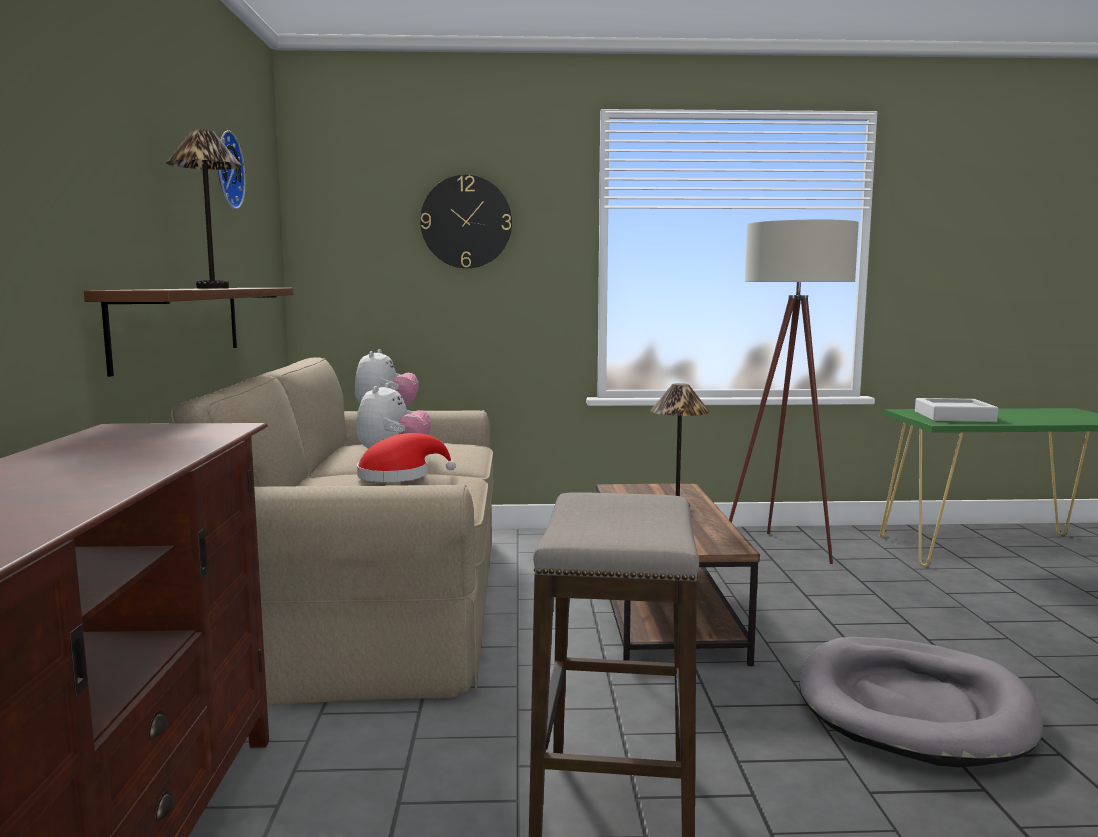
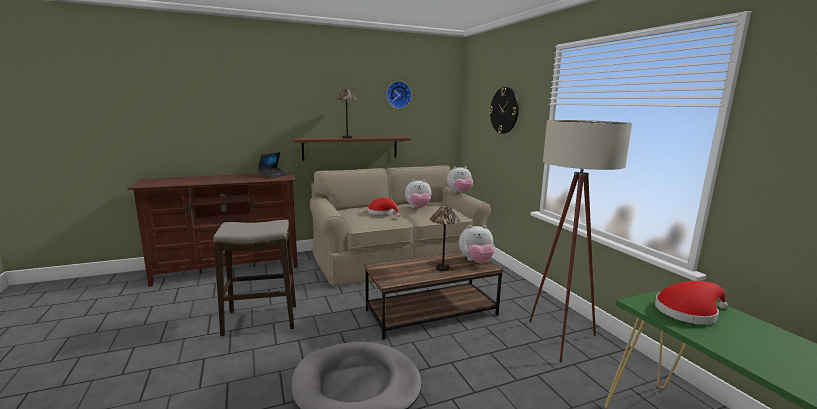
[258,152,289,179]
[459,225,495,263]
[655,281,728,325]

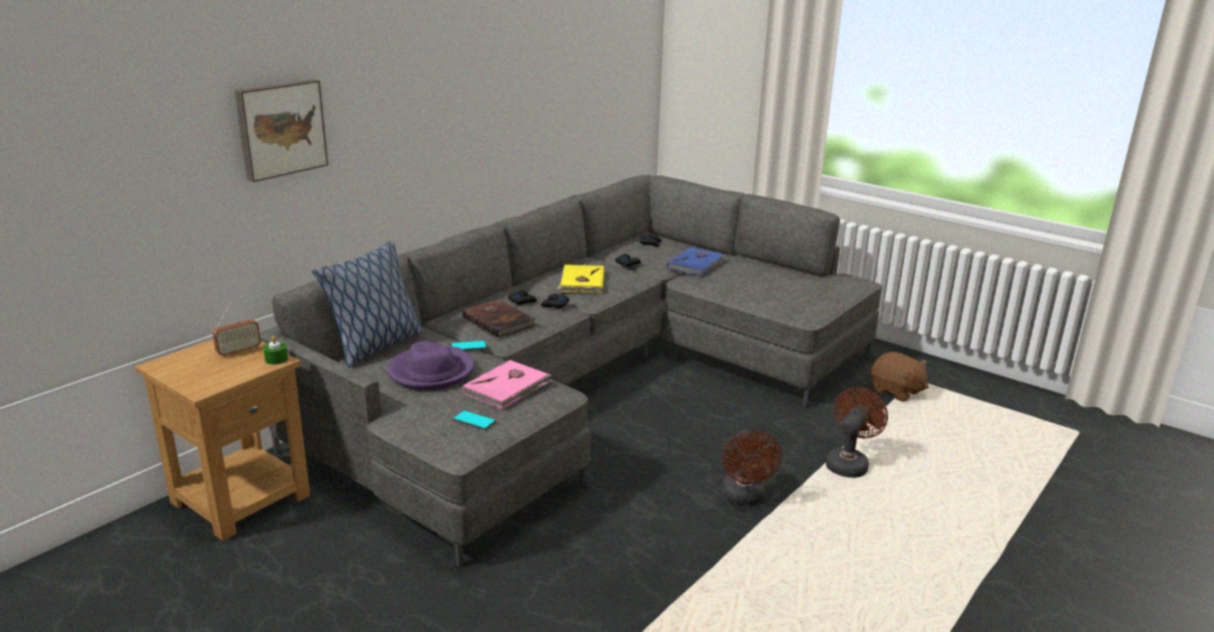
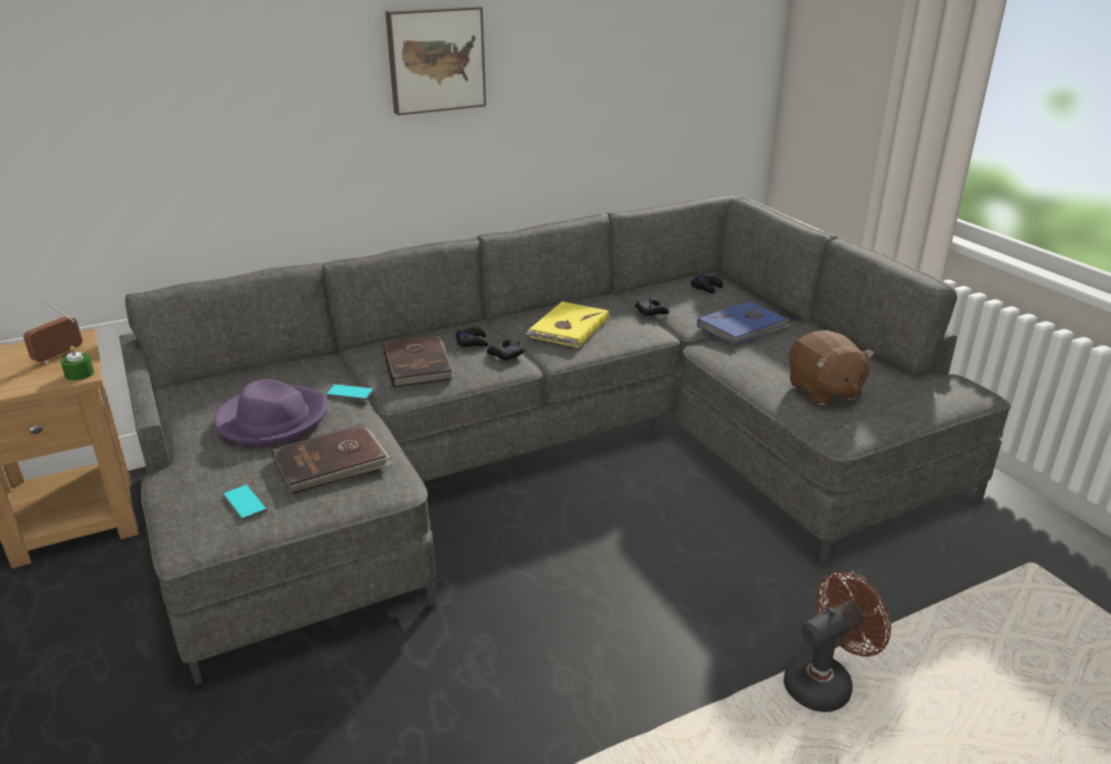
[23,302,82,364]
[272,424,390,494]
[385,6,486,115]
[789,330,874,405]
[312,241,423,368] (first image)
[722,430,782,505] (first image)

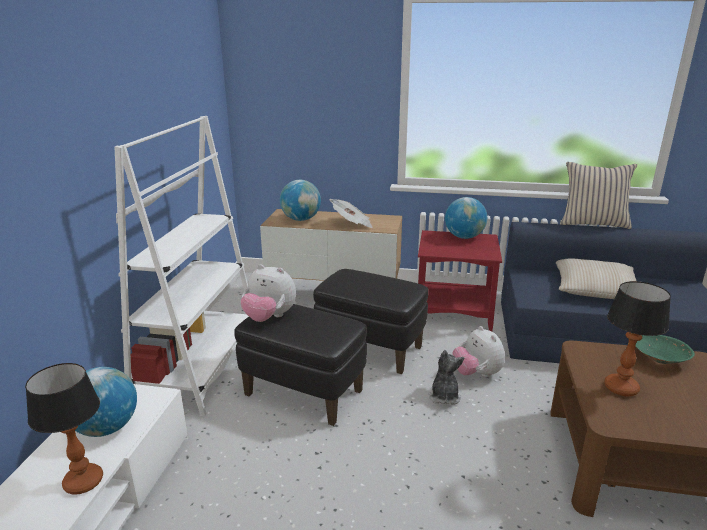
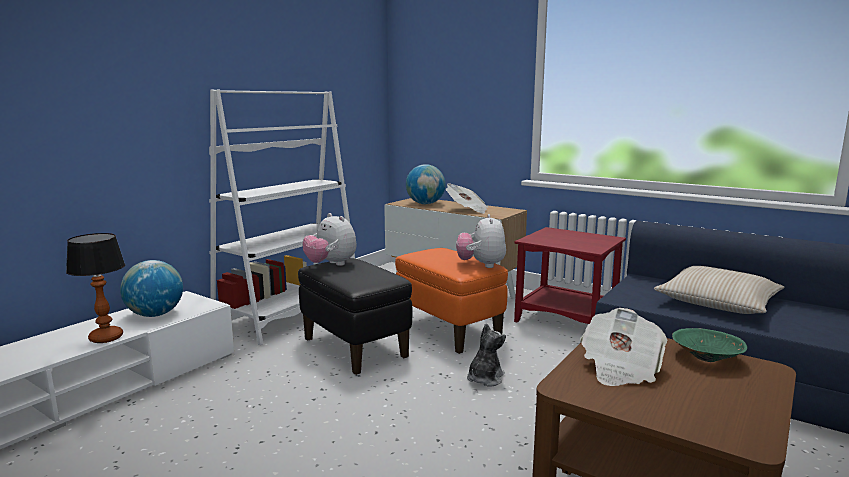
[395,248,508,354]
[456,214,506,268]
[580,308,667,386]
[445,197,487,239] (first image)
[560,162,637,229] (first image)

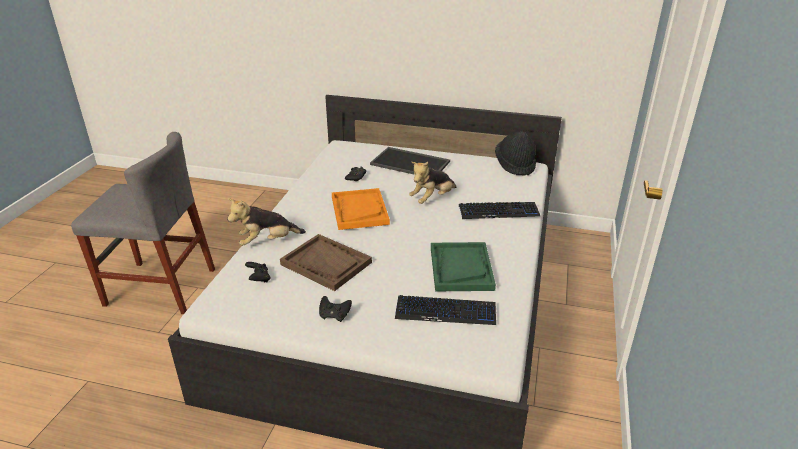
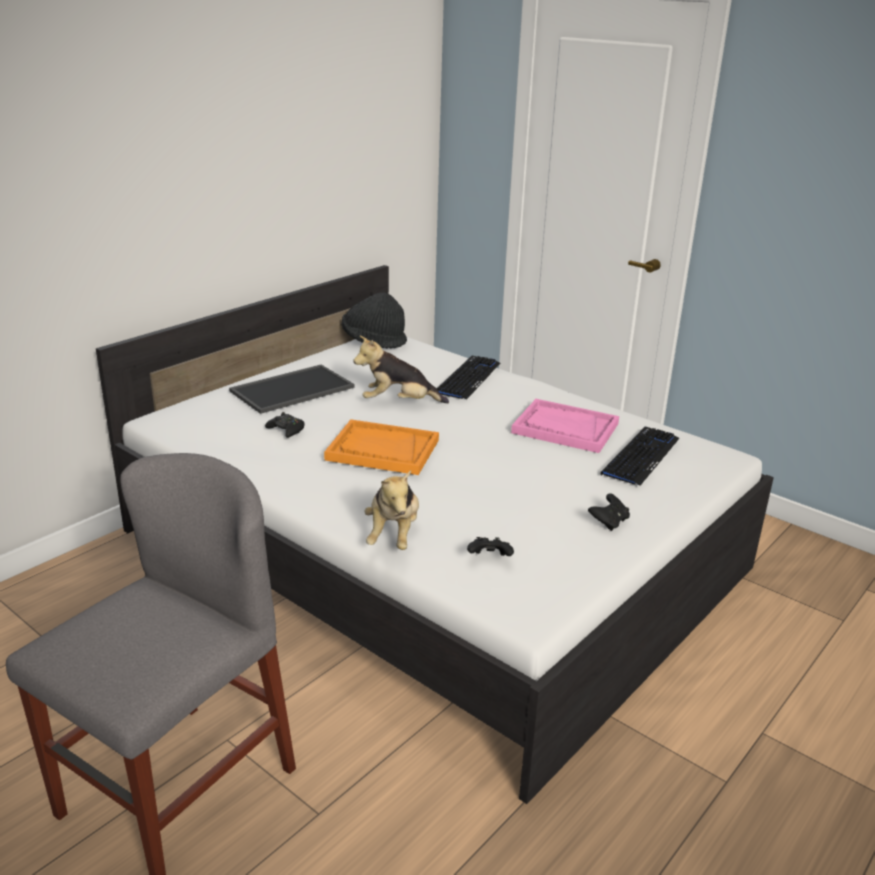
[353,336,449,403]
[511,399,619,453]
[280,234,372,291] (first image)

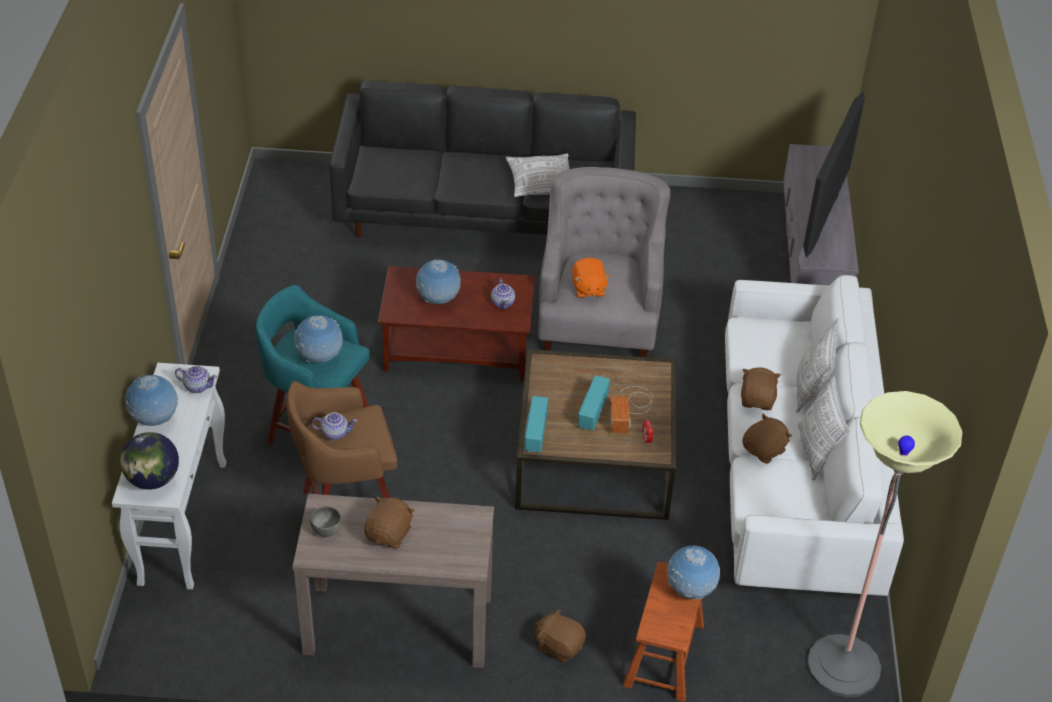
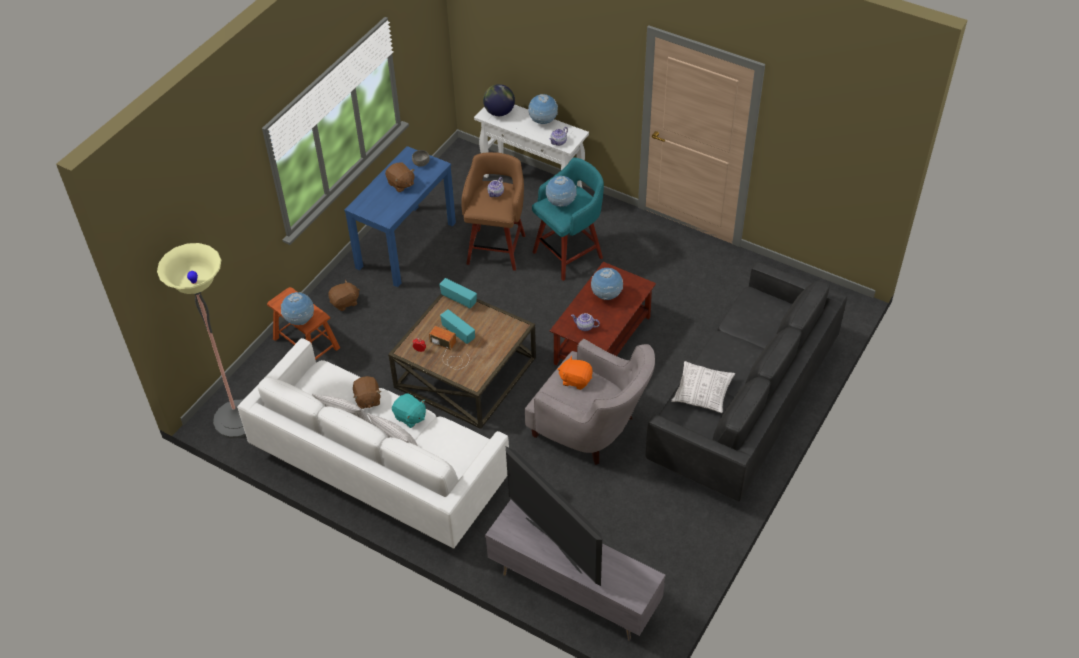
[344,146,456,287]
[392,393,426,428]

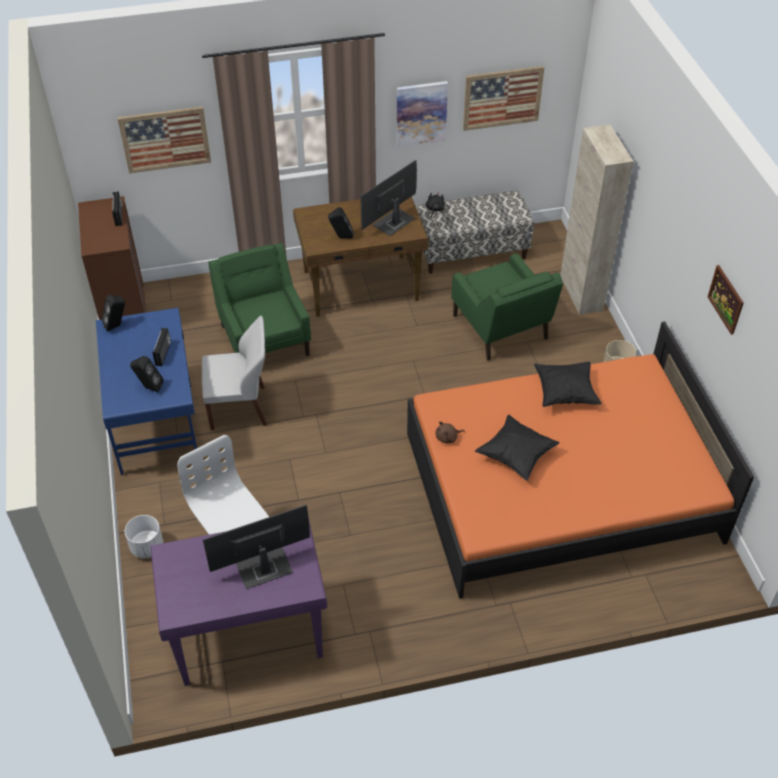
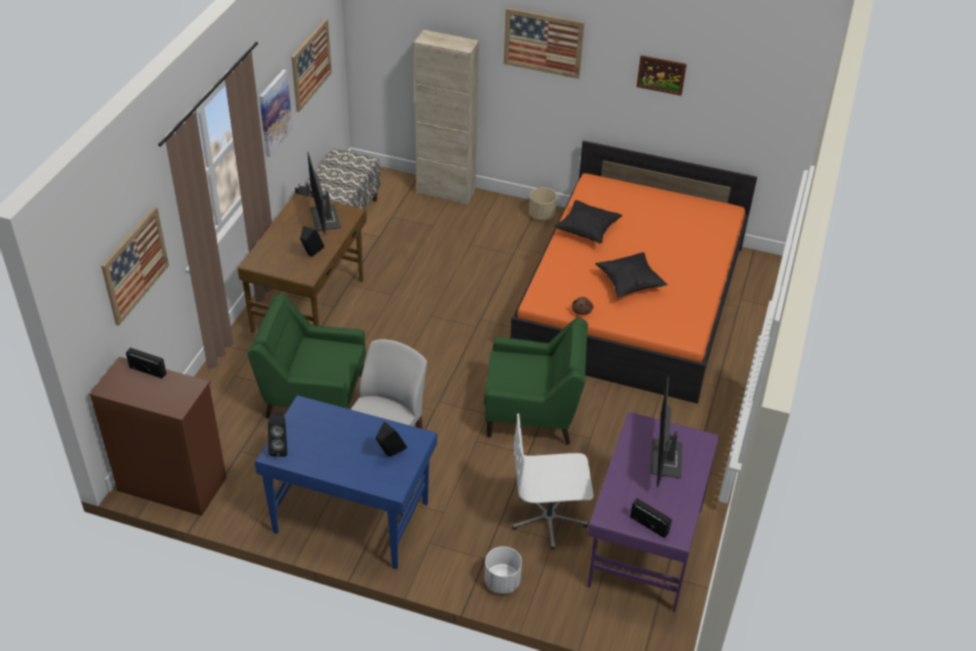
[484,318,588,444]
[504,8,585,79]
[630,498,672,538]

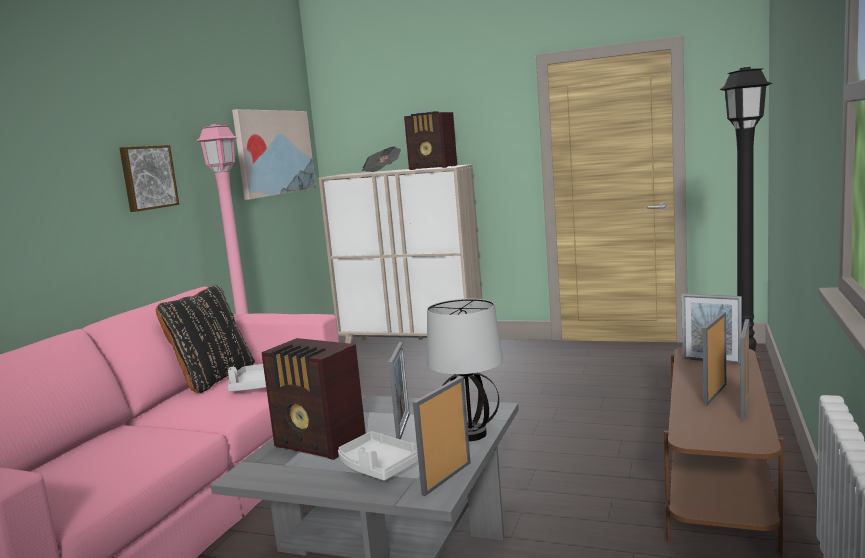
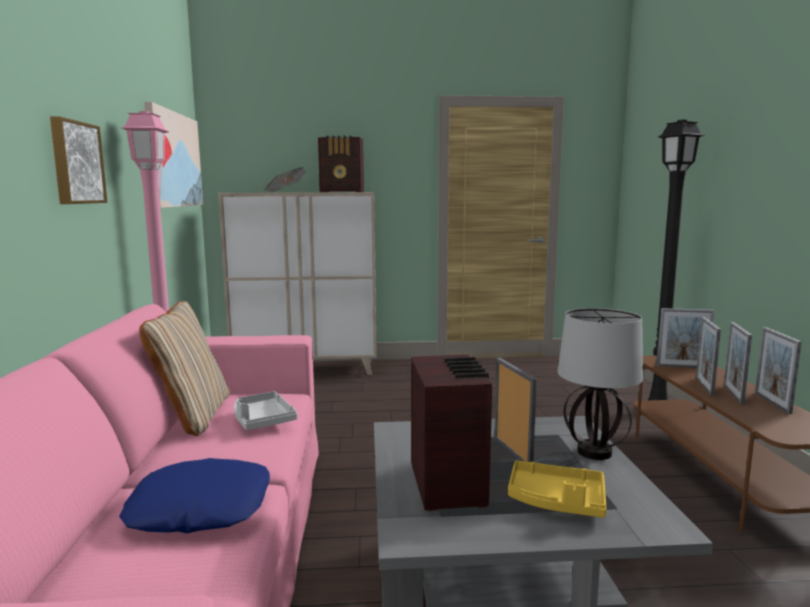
[119,458,270,533]
[139,301,230,436]
[411,355,492,511]
[508,461,607,518]
[696,317,721,396]

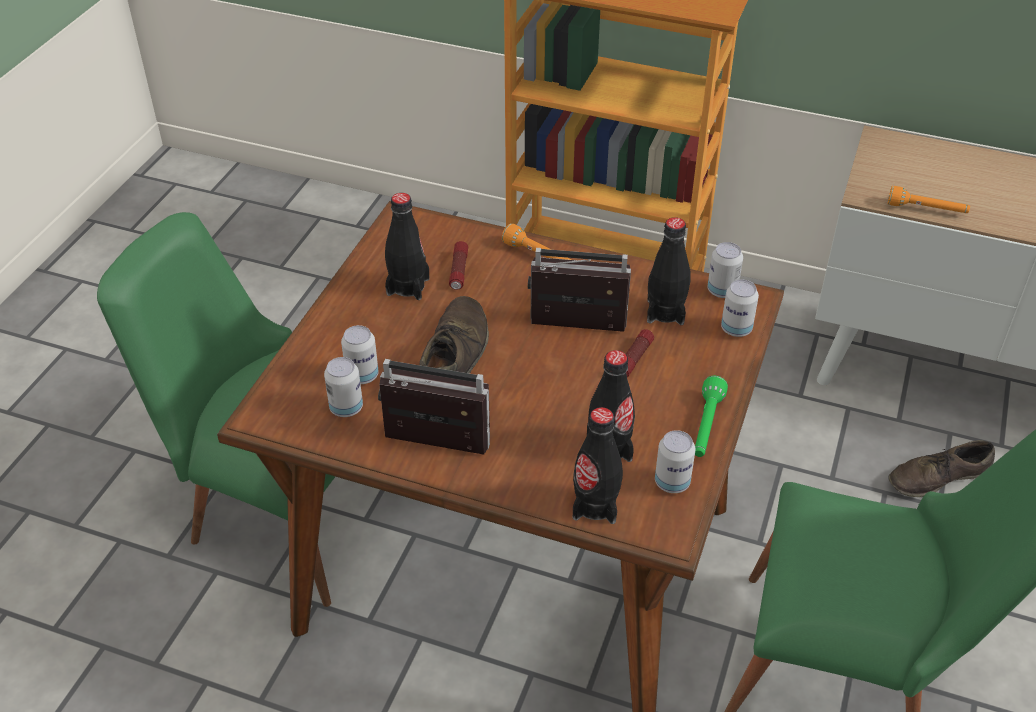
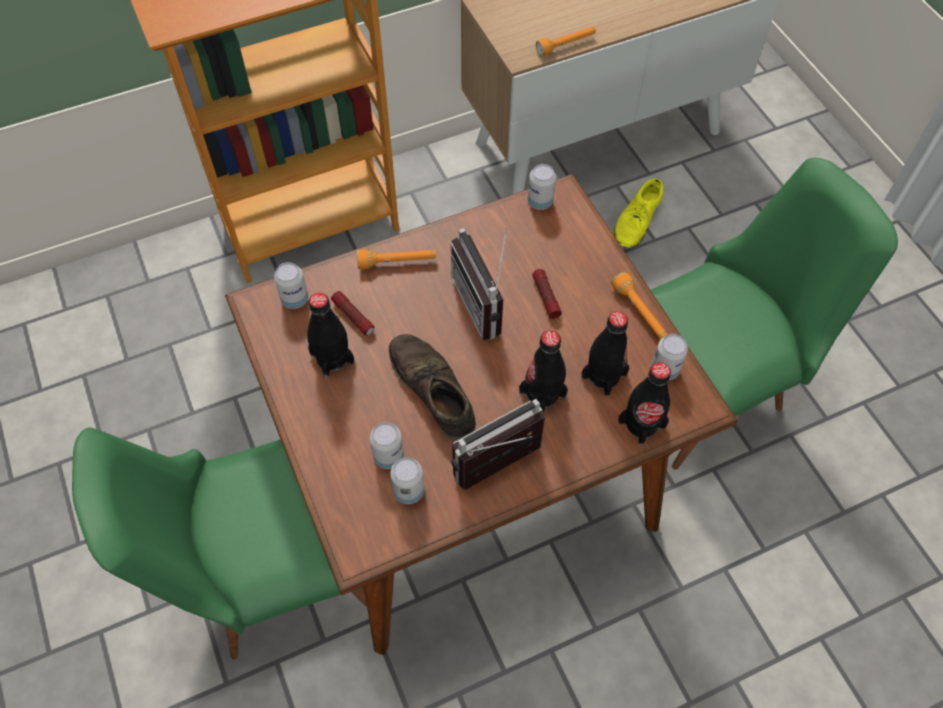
[274,262,308,309]
[451,227,507,340]
[519,330,568,413]
[611,272,667,340]
[614,178,663,248]

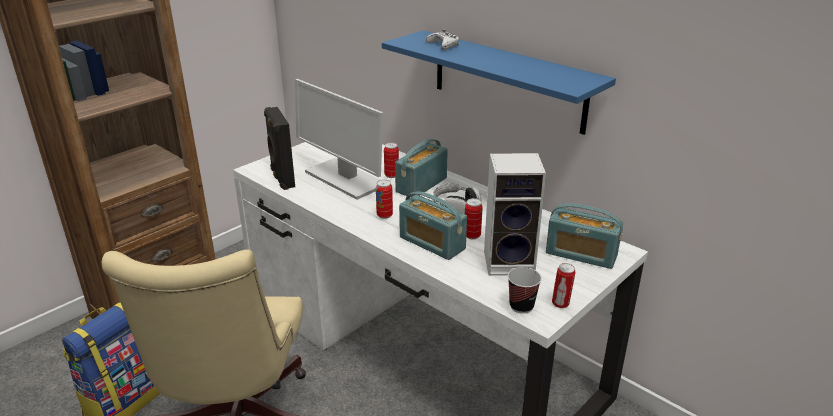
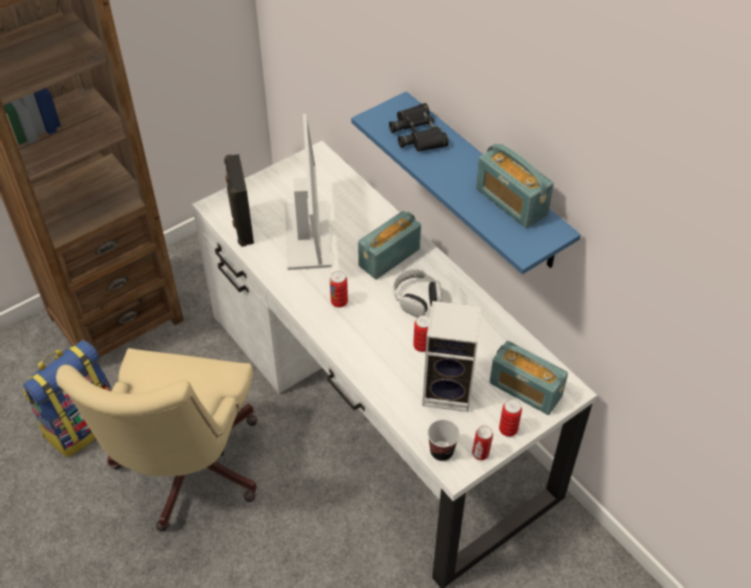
[285,114,332,270]
[389,103,449,152]
[476,144,554,228]
[499,399,522,437]

